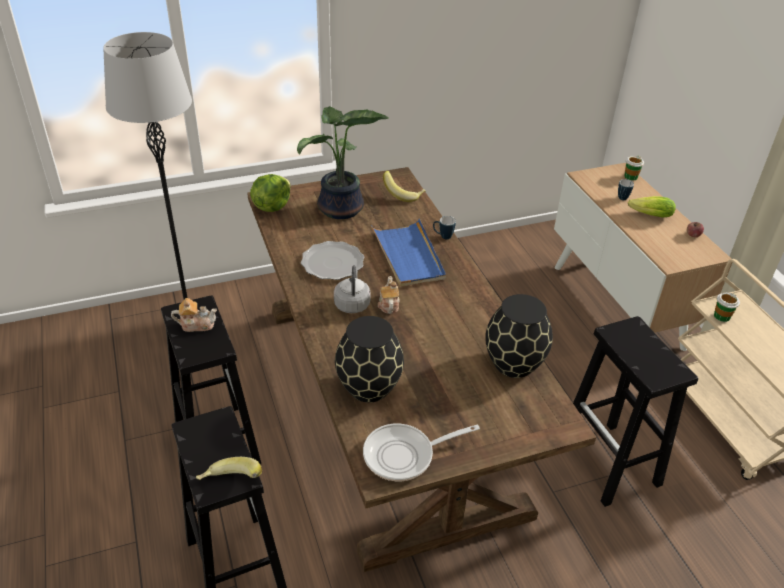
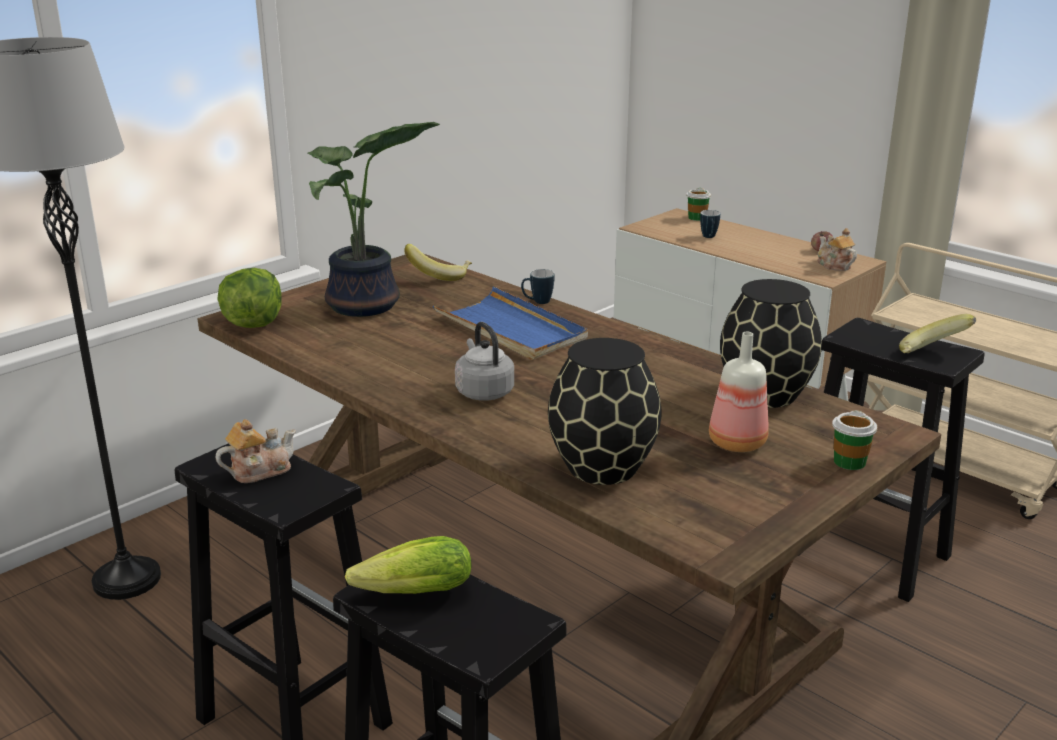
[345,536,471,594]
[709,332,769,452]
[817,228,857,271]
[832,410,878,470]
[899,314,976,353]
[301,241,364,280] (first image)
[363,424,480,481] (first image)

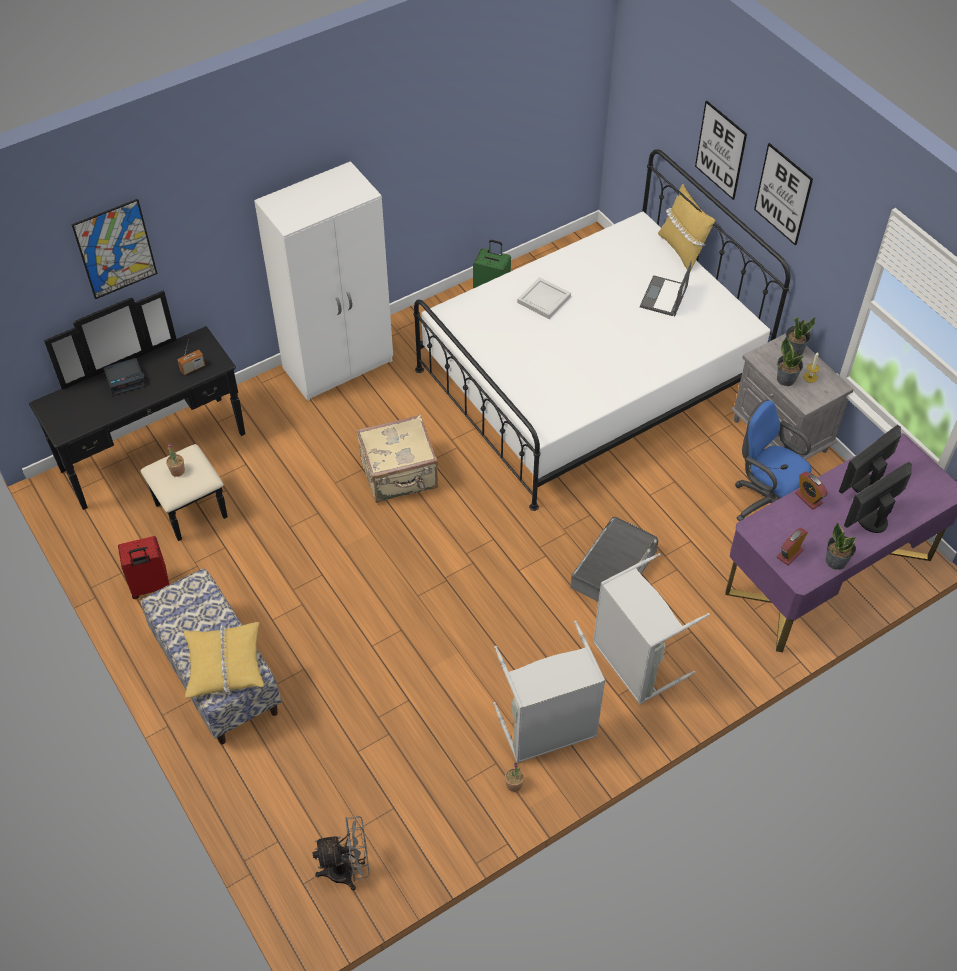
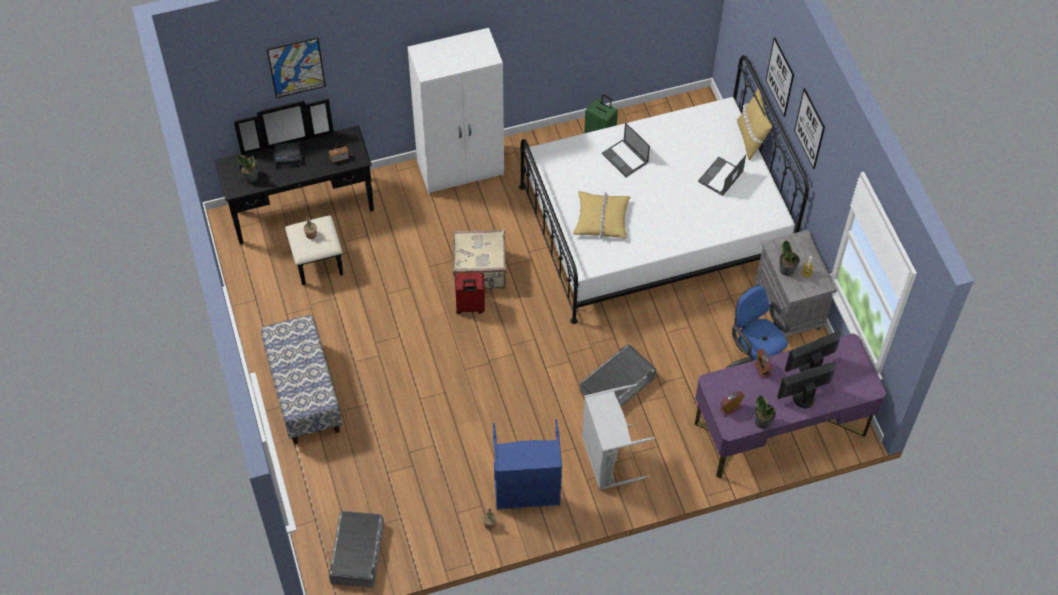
[237,154,258,183]
[329,511,384,588]
[455,273,485,314]
[493,419,562,510]
[573,191,630,238]
[602,122,650,177]

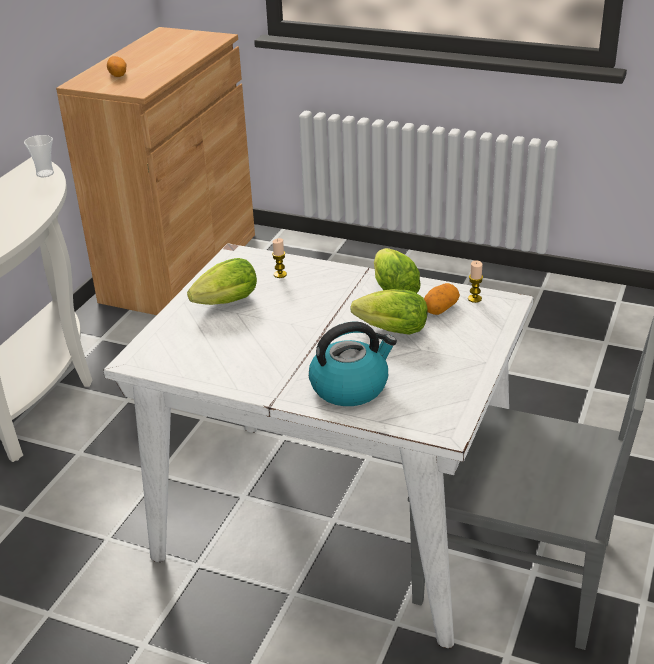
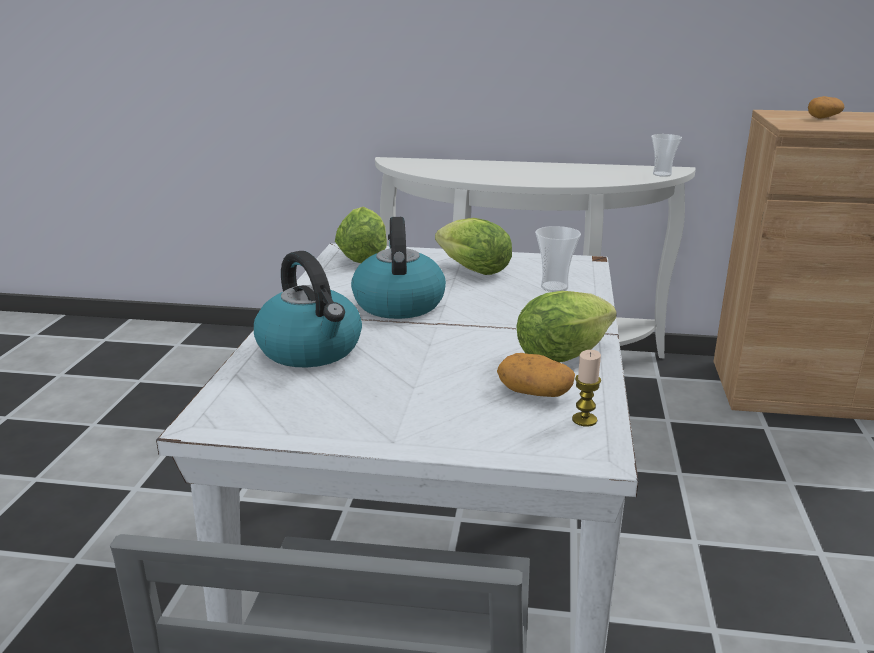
[335,207,387,263]
[351,217,446,319]
[535,226,581,292]

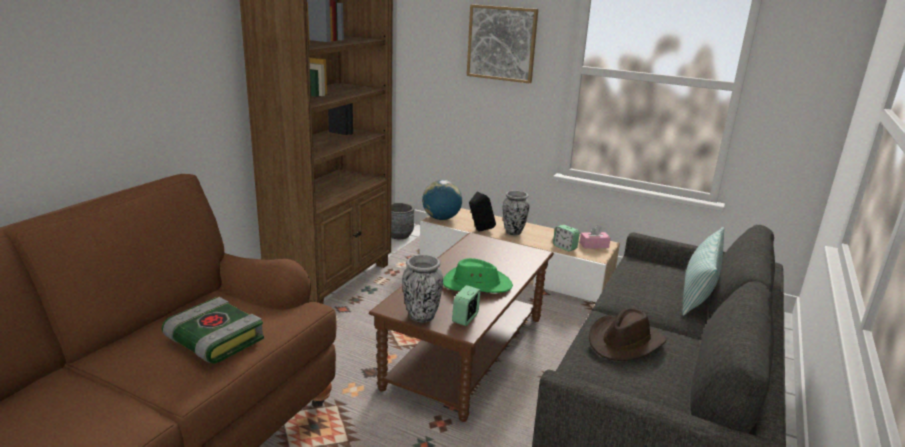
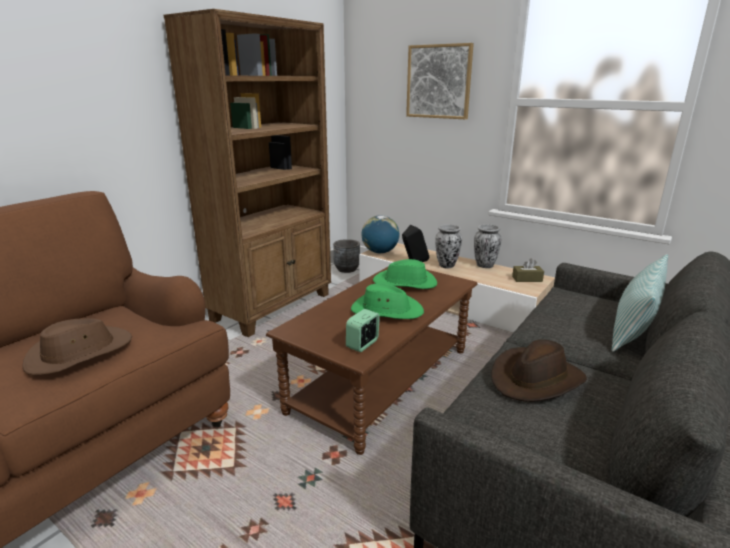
[22,318,132,376]
[373,259,437,289]
[474,224,501,268]
[512,258,544,282]
[553,225,580,251] (first image)

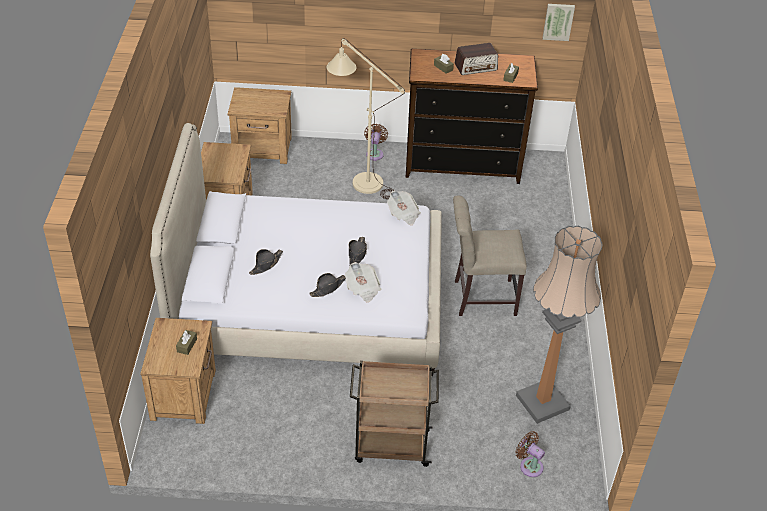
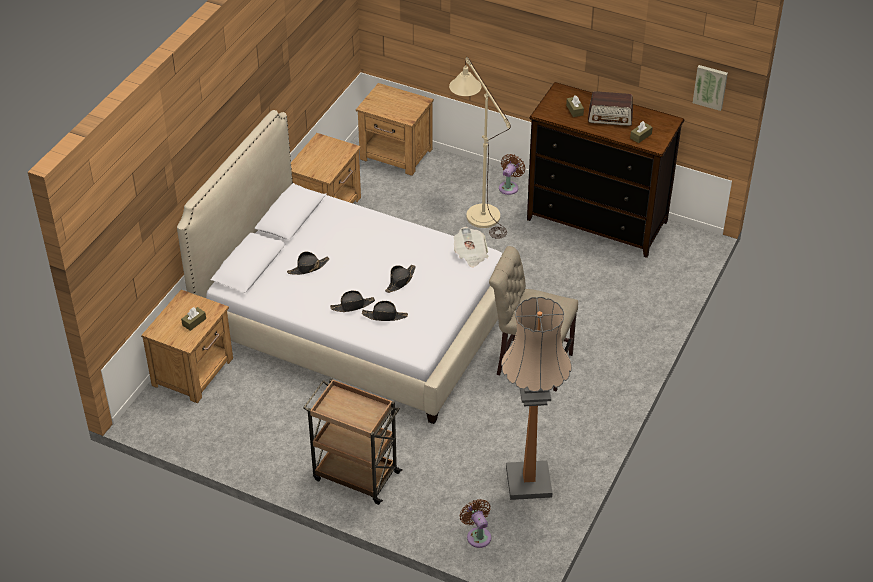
[362,301,408,321]

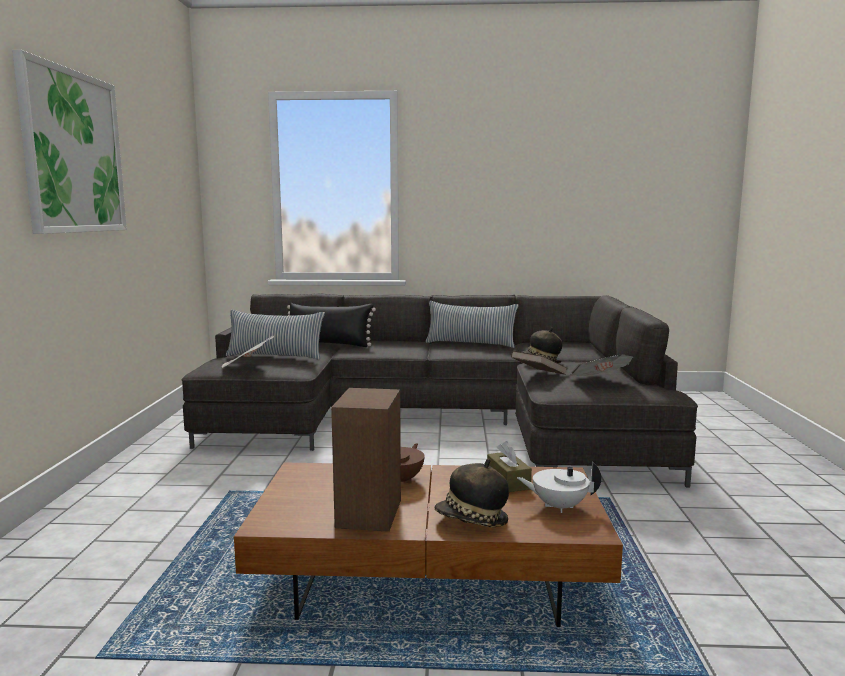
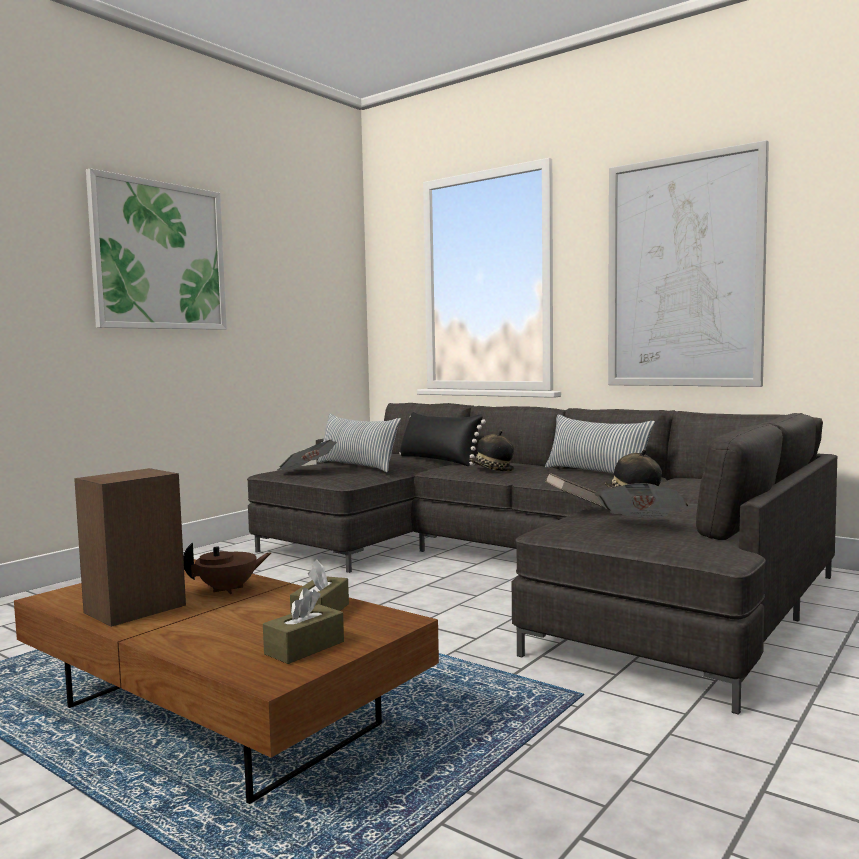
[263,588,344,664]
[469,431,514,471]
[608,140,769,387]

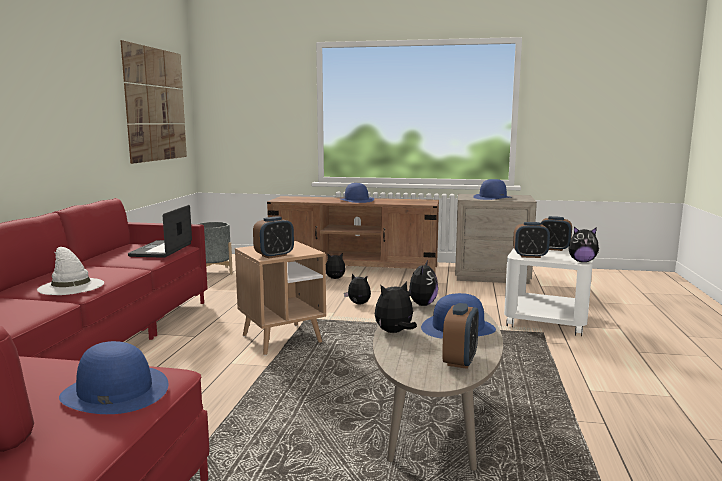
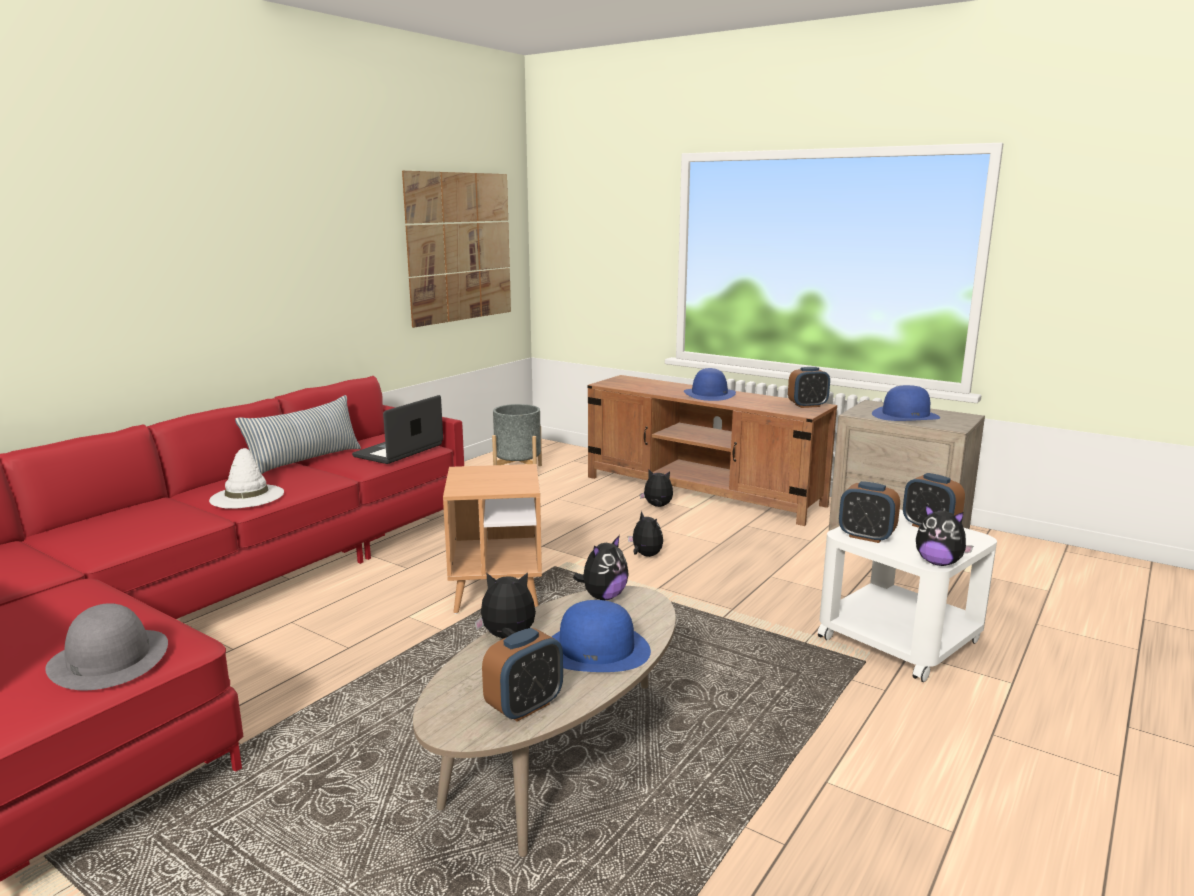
[45,603,168,690]
[235,395,361,474]
[788,367,830,408]

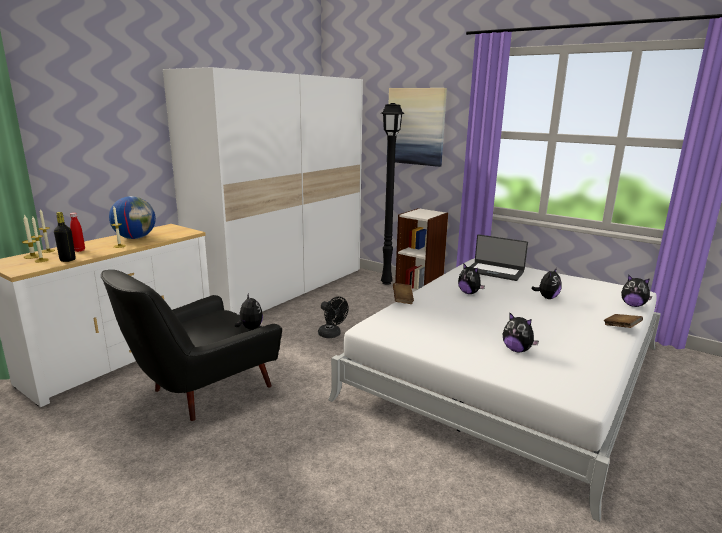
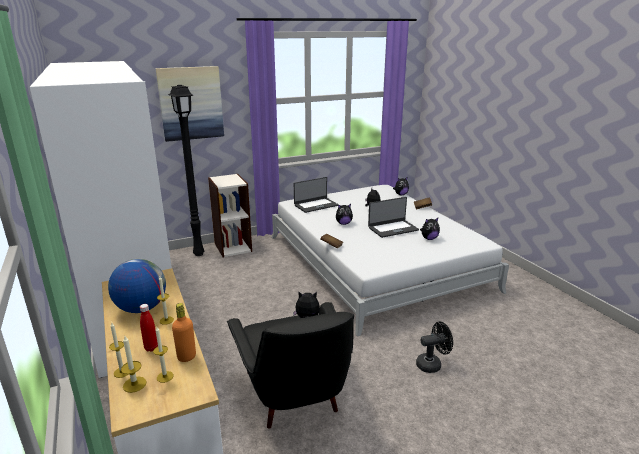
[172,303,196,362]
[368,197,419,238]
[416,322,453,373]

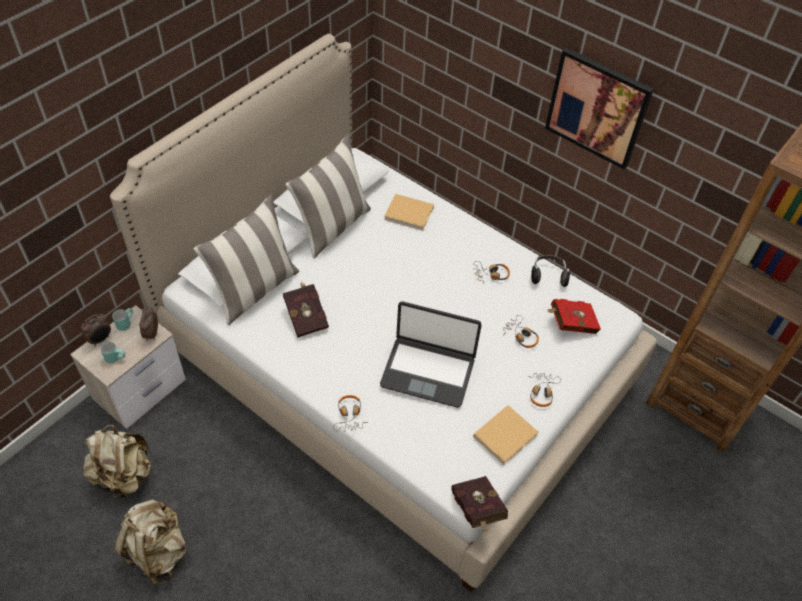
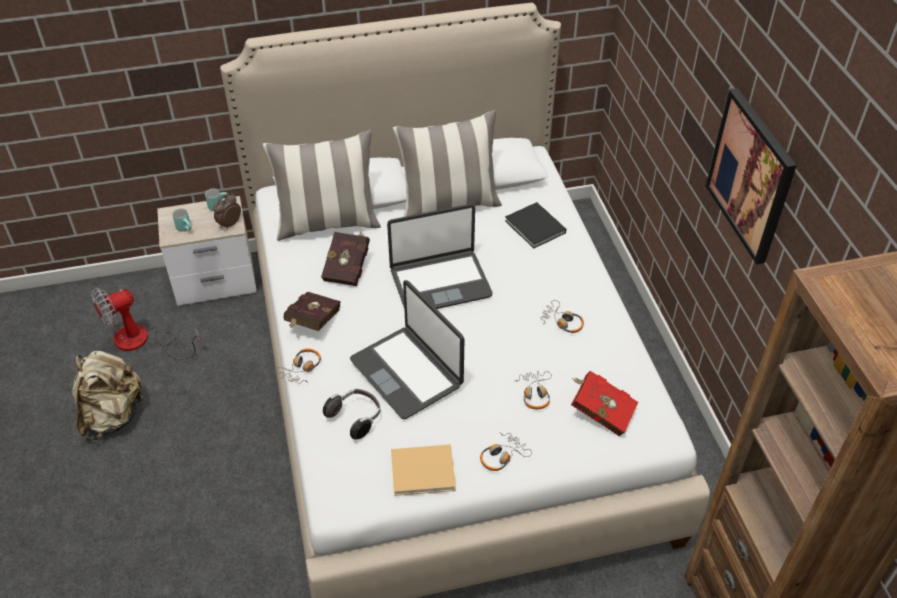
[91,288,201,359]
[283,292,341,331]
[323,389,380,440]
[387,204,493,309]
[505,202,566,248]
[81,313,111,347] (first image)

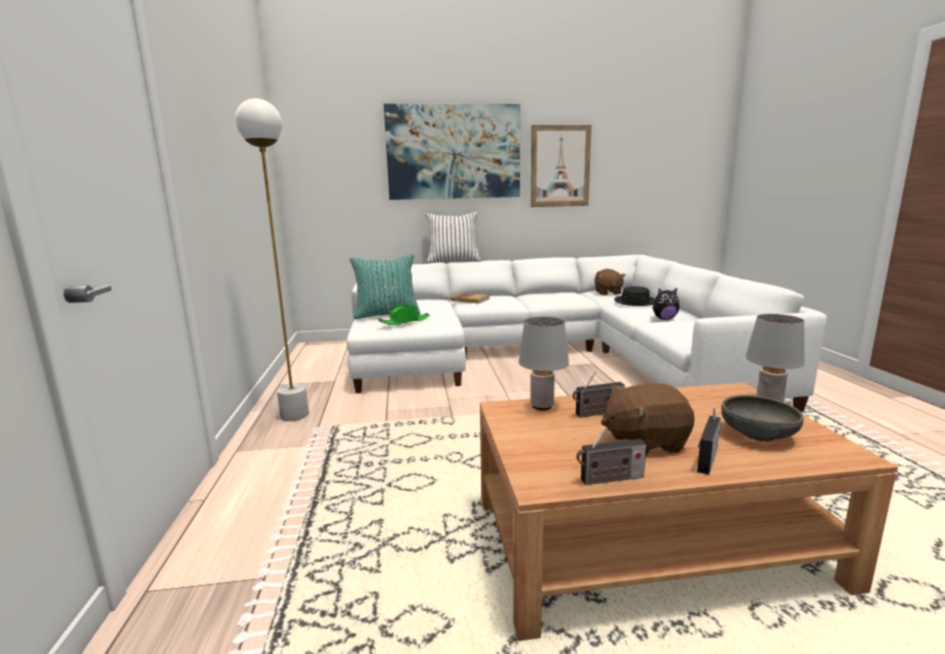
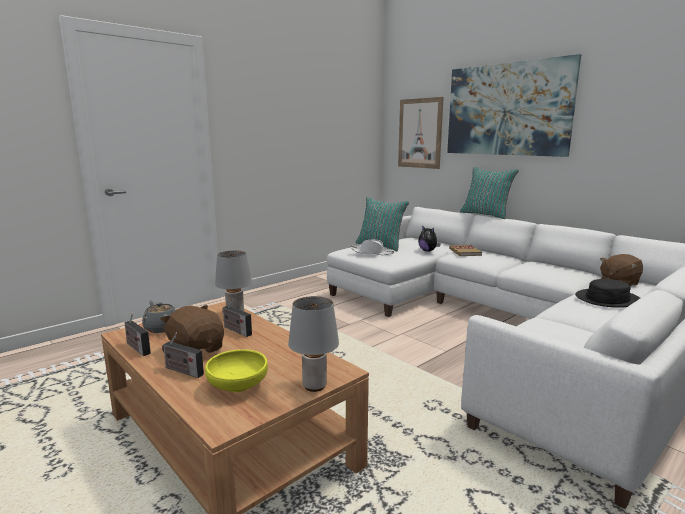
[142,300,175,333]
[162,332,204,378]
[205,349,268,392]
[350,239,394,255]
[398,97,444,169]
[418,226,440,252]
[460,167,519,219]
[235,98,309,421] (first image)

